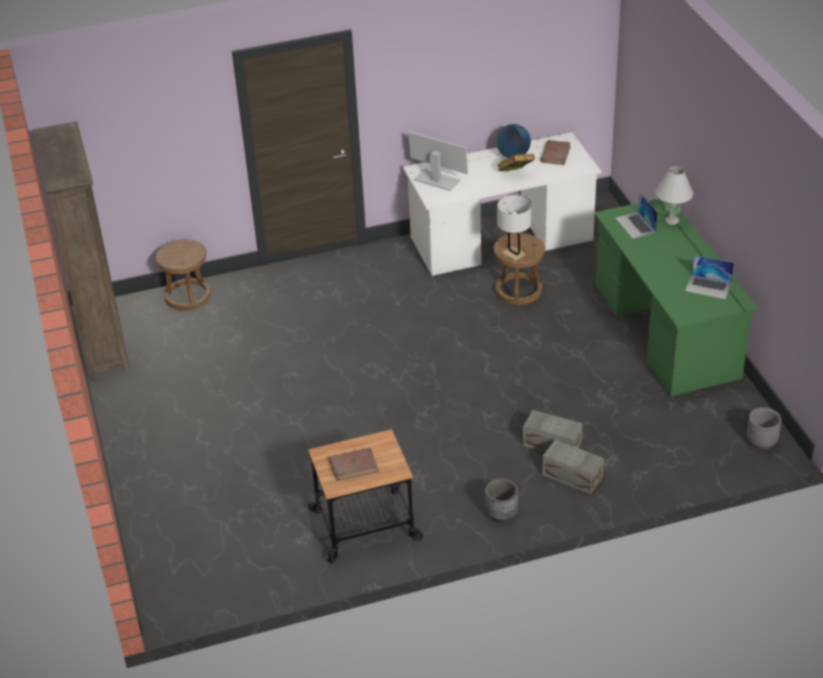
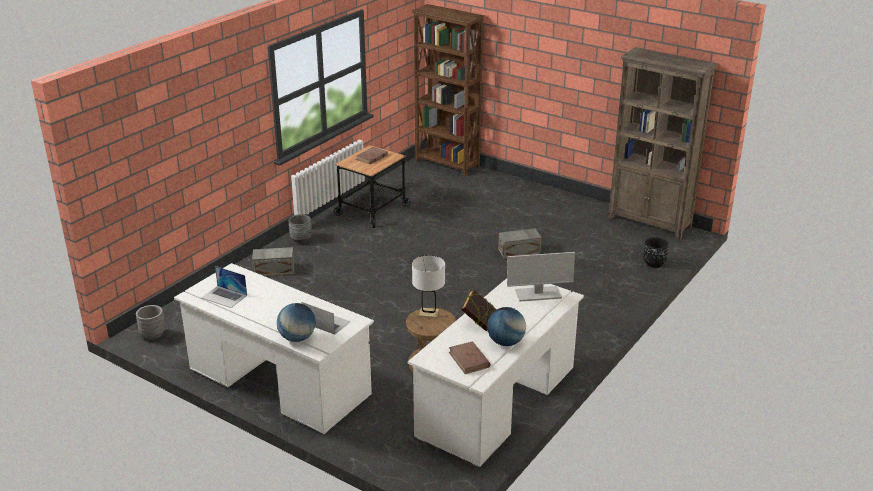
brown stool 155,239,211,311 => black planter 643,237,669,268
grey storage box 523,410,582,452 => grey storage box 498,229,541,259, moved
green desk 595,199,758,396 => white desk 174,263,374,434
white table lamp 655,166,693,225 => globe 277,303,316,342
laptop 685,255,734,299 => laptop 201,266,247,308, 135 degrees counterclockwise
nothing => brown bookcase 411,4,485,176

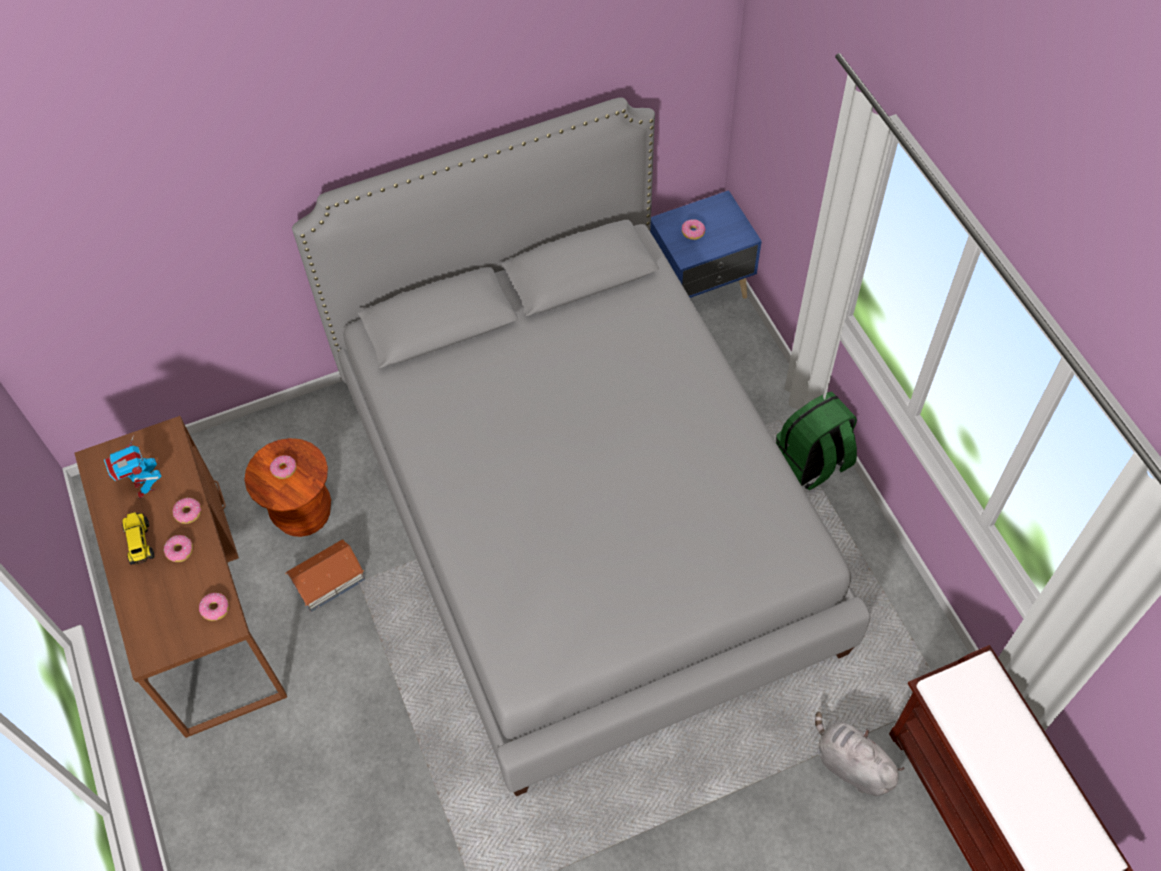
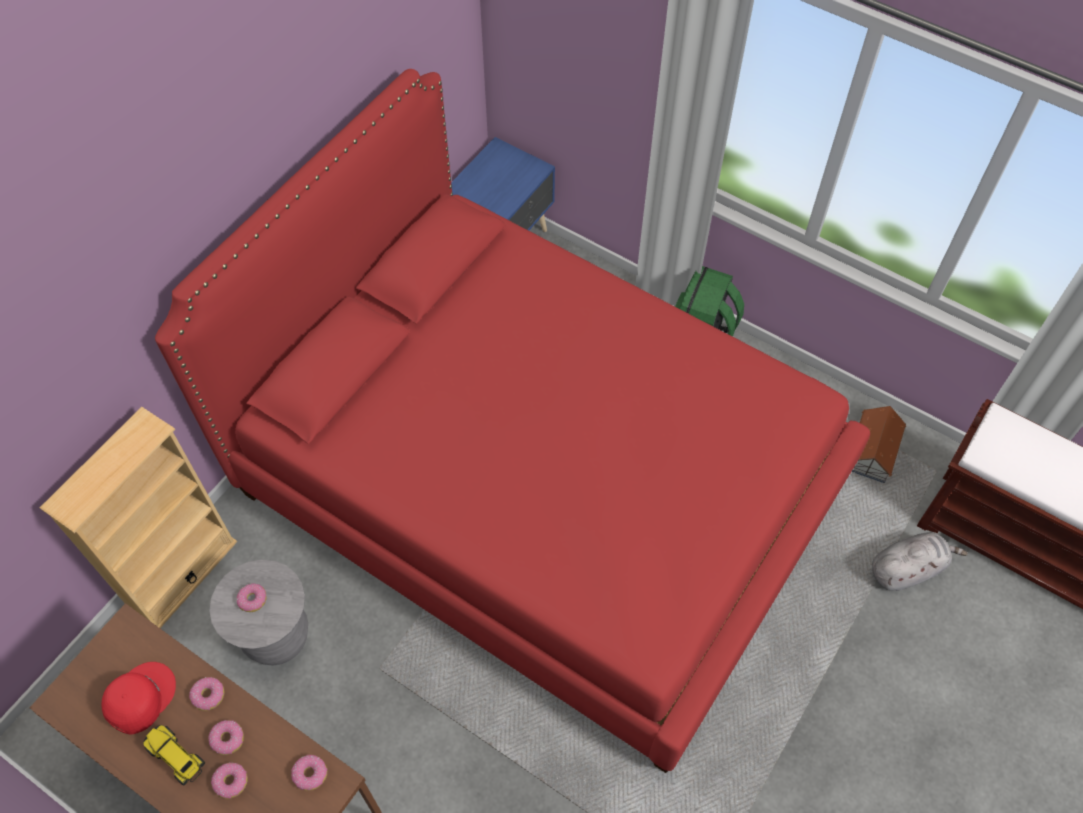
toy robot 104,435,161,498 => red cap 101,662,176,735
brown stool 245,438,331,537 => grey stool 209,559,308,666
toy house 285,539,365,612 => toy house 852,406,906,483, moved
grey bed 292,98,870,796 => red bed 155,69,870,773
donut 682,219,706,240 => donut 211,762,248,799, moved
grey plush toy 815,711,905,796 => grey plush toy 872,532,968,591, 150 degrees clockwise
nothing => beige bookcase 40,406,237,628

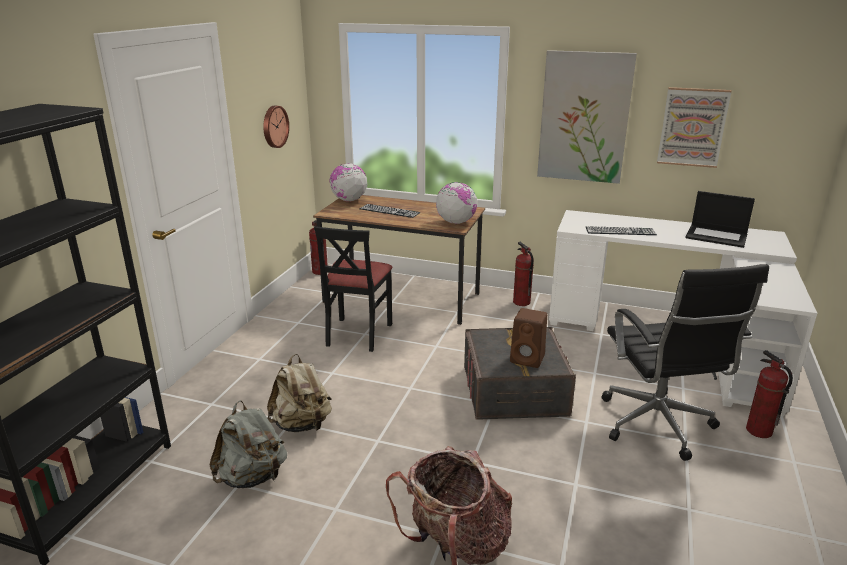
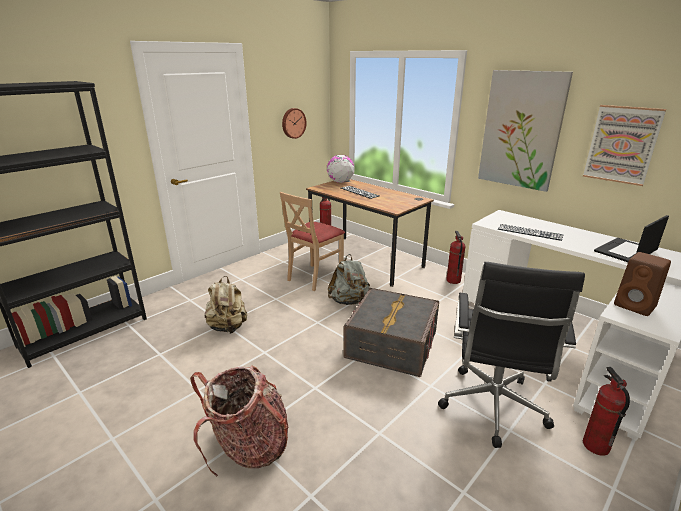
grey backpack 210,401,287,488 => grey backpack 328,254,370,305, moved
black chair 314,226,393,352 => beige chair 280,192,345,291
globe 436,182,477,224 => nothing
brown speaker 510,308,547,368 => brown speaker 614,252,671,316, moved
laptop 685,191,755,248 => laptop 594,215,669,262, 90 degrees clockwise

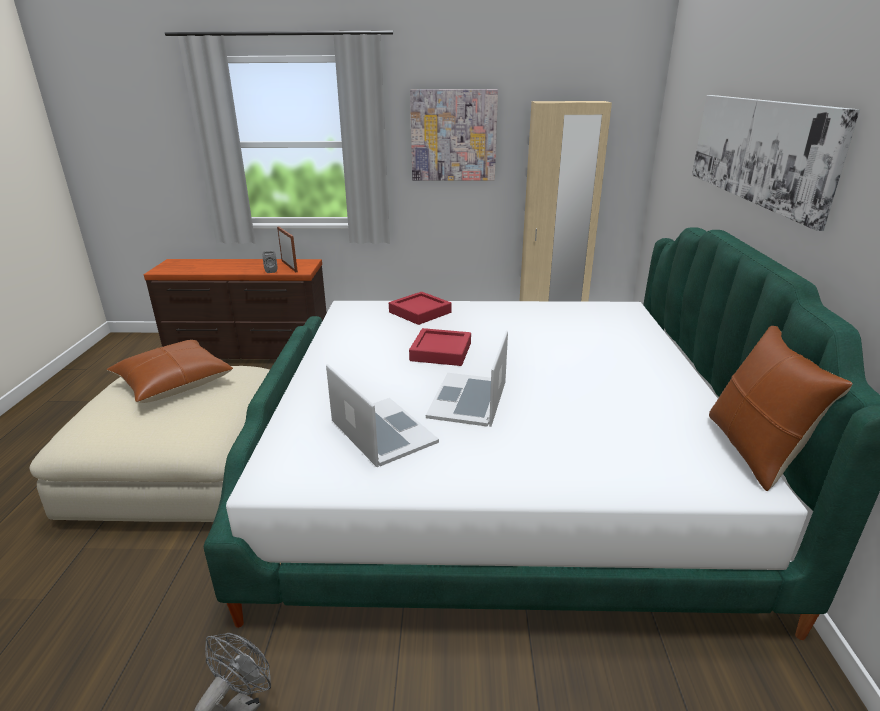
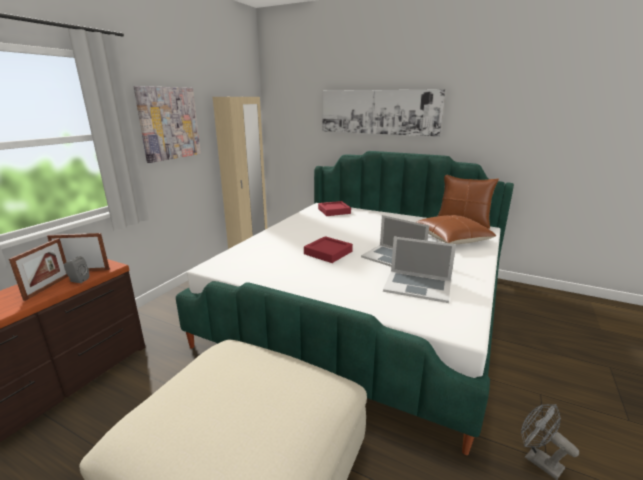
brown pillow 106,340,233,403 => brown pillow 416,215,496,245, moved
laptop 326,364,439,467 => laptop 383,237,456,303, 150 degrees counterclockwise
red tray 389,292,451,325 => red tray 318,201,351,216, moved
nothing => picture frame 9,238,68,301

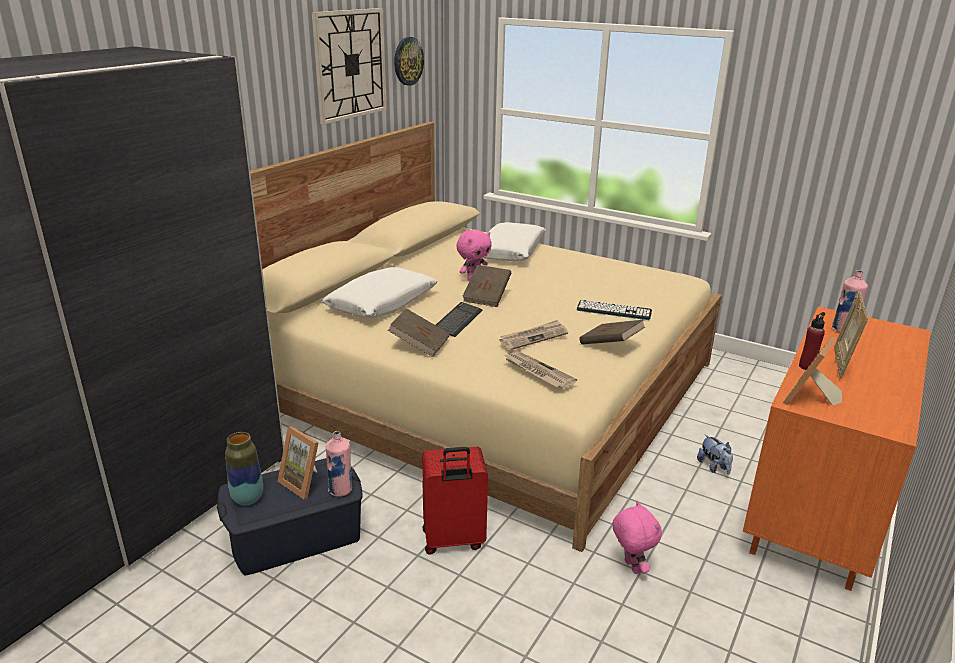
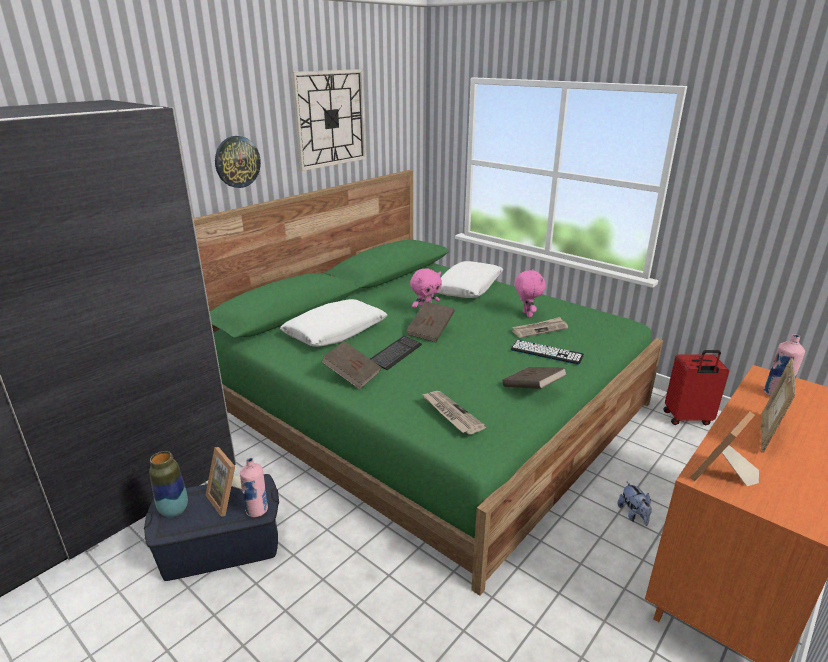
beige bed 250,122,722,552 => green bed 193,170,663,596
wall clock 394,37,424,86 => wall clock 215,136,261,188, moved
red suitcase 422,447,488,555 => red suitcase 663,350,729,425, moved
newspaper 500,320,568,350 => newspaper 512,317,568,338, moved
pink plush toy 612,501,662,574 => pink plush toy 515,269,546,317, moved
red bottle 799,312,825,370 => nothing

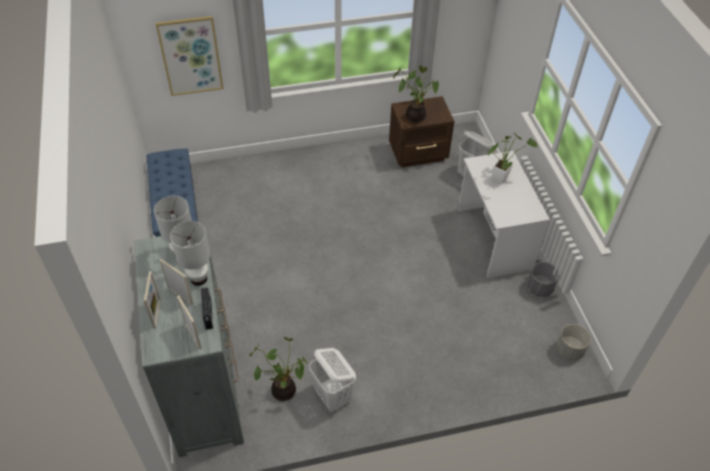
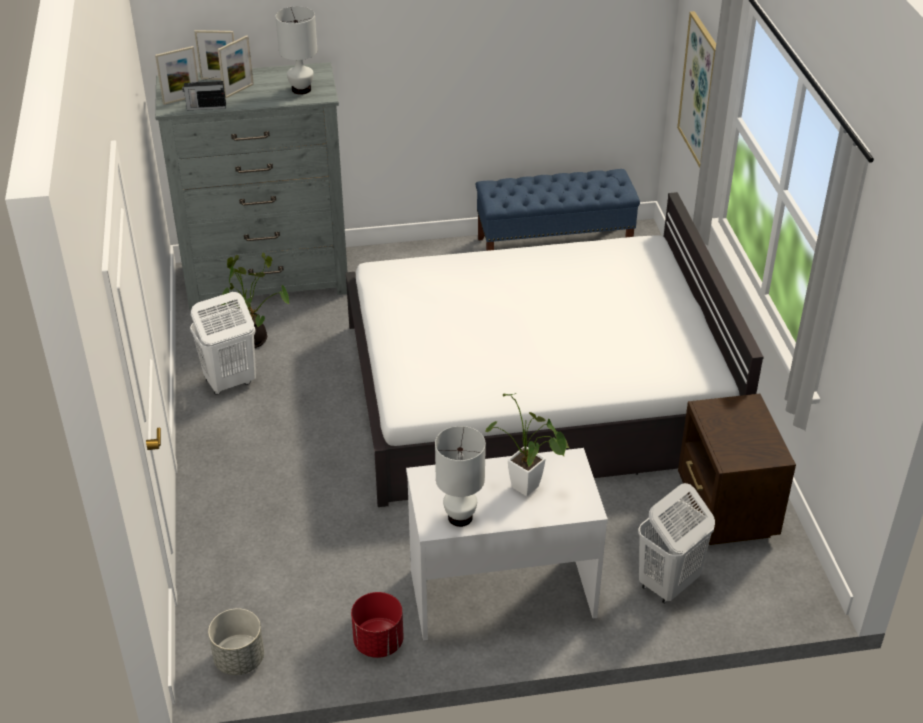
white table lamp 170,221,210,286 => white table lamp 435,426,486,527, moved
potted plant 393,66,439,123 => nothing
grey planter 527,262,559,297 => red planter 351,592,404,658
nothing => white bed 346,192,764,507

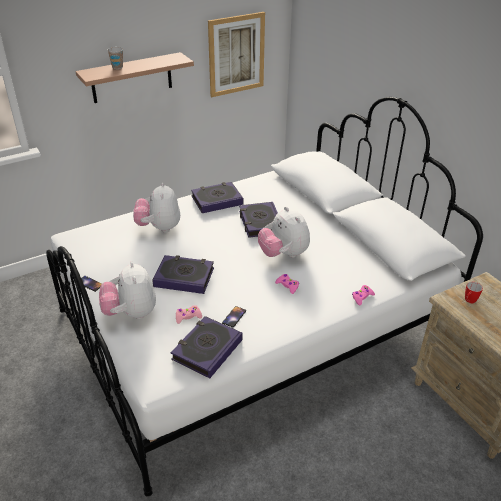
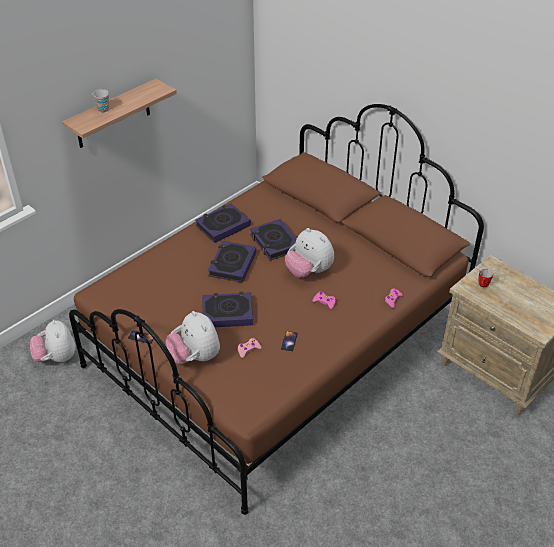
white bed 46,97,483,497 => brown bed 69,104,484,515
plush toy 133,183,180,233 => plush toy 30,319,75,362, moved
book 171,316,243,378 => book 208,241,256,283, moved
picture 208,12,265,97 => nothing

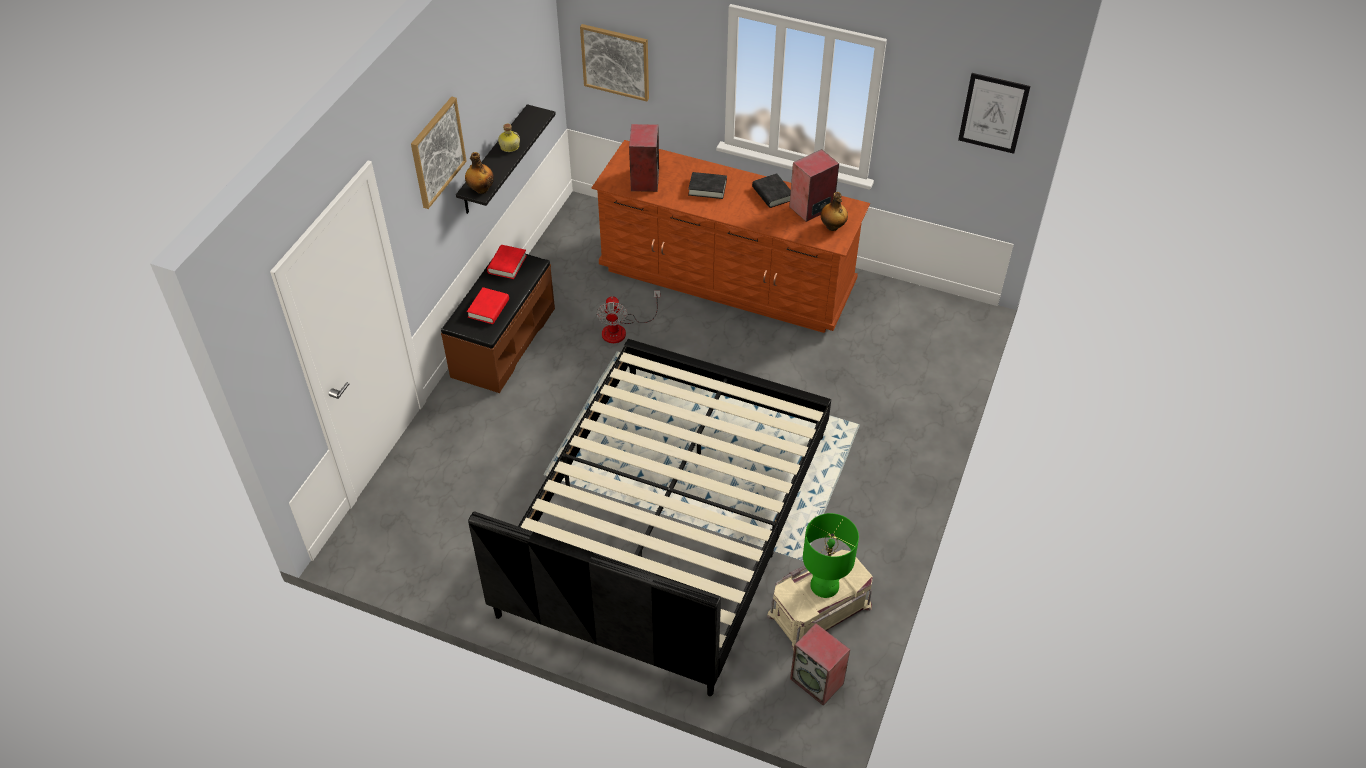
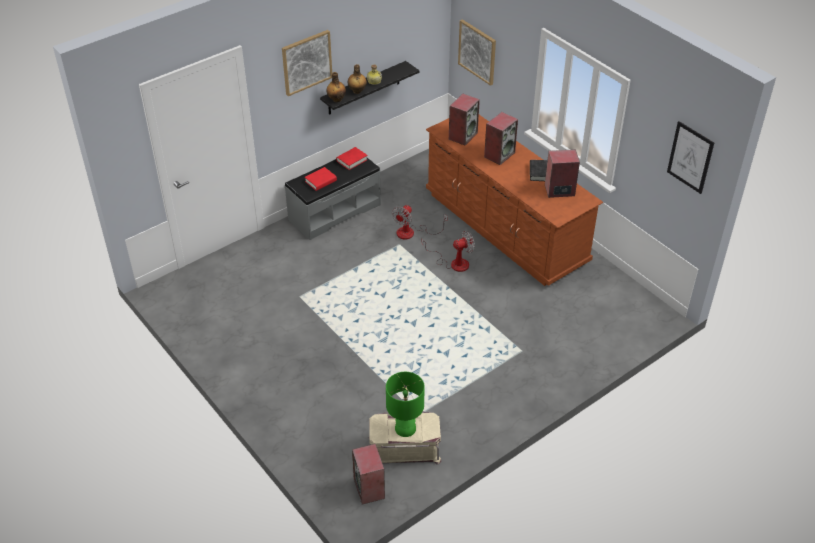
brown bench 441,254,555,393 => grey bench 285,158,381,240
black bed 468,339,831,696 => nothing
black book 688,172,727,199 => speaker 484,112,518,165
bottle 821,192,848,231 => bottle 348,64,367,94, moved
nothing => fan 421,231,475,272

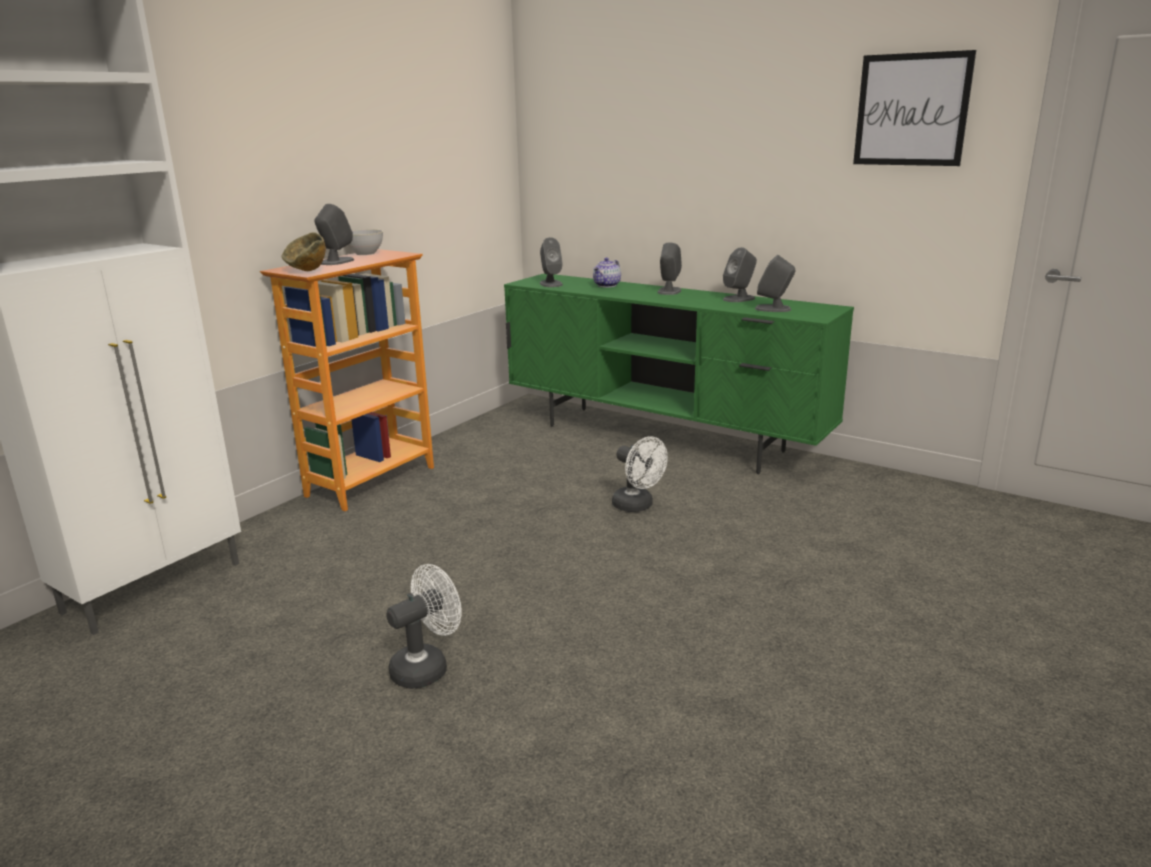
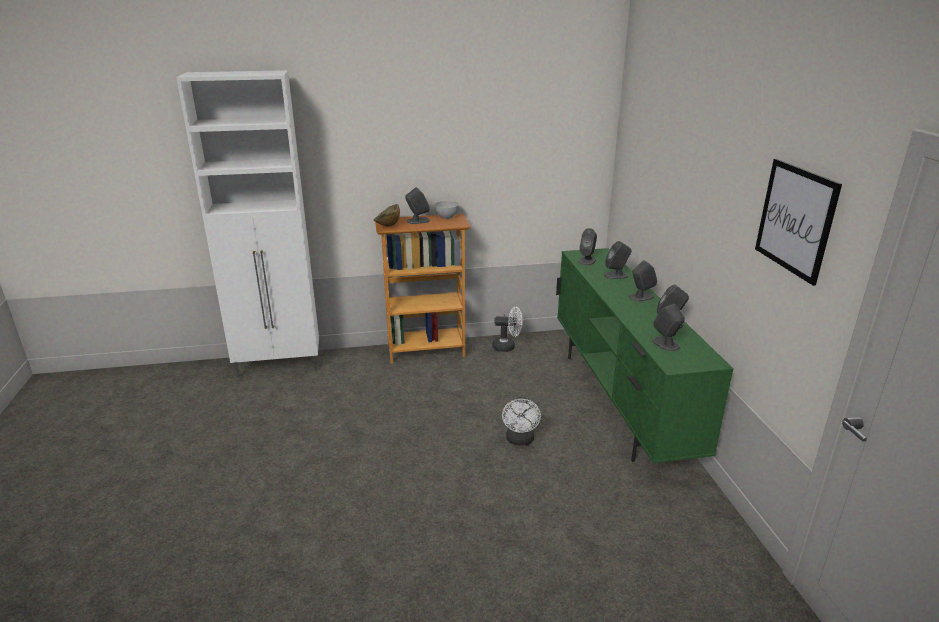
white fan 386,564,462,689 => white fan 492,307,523,352, moved
teapot 593,257,621,288 => grey speaker 604,241,632,279

